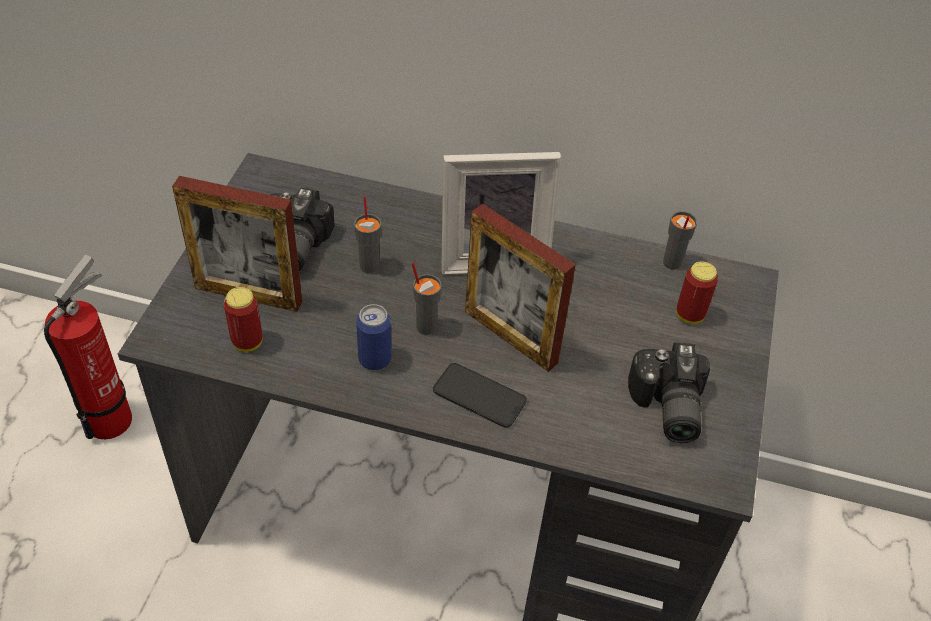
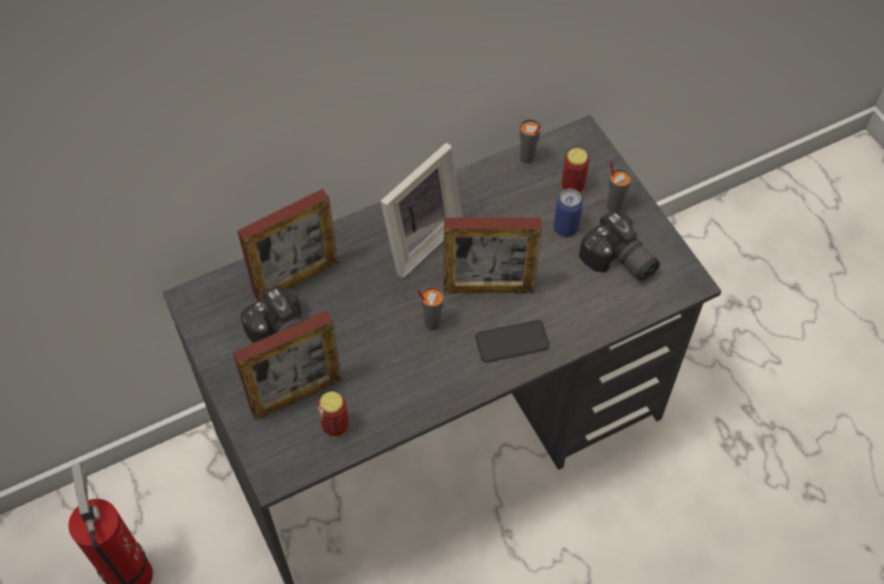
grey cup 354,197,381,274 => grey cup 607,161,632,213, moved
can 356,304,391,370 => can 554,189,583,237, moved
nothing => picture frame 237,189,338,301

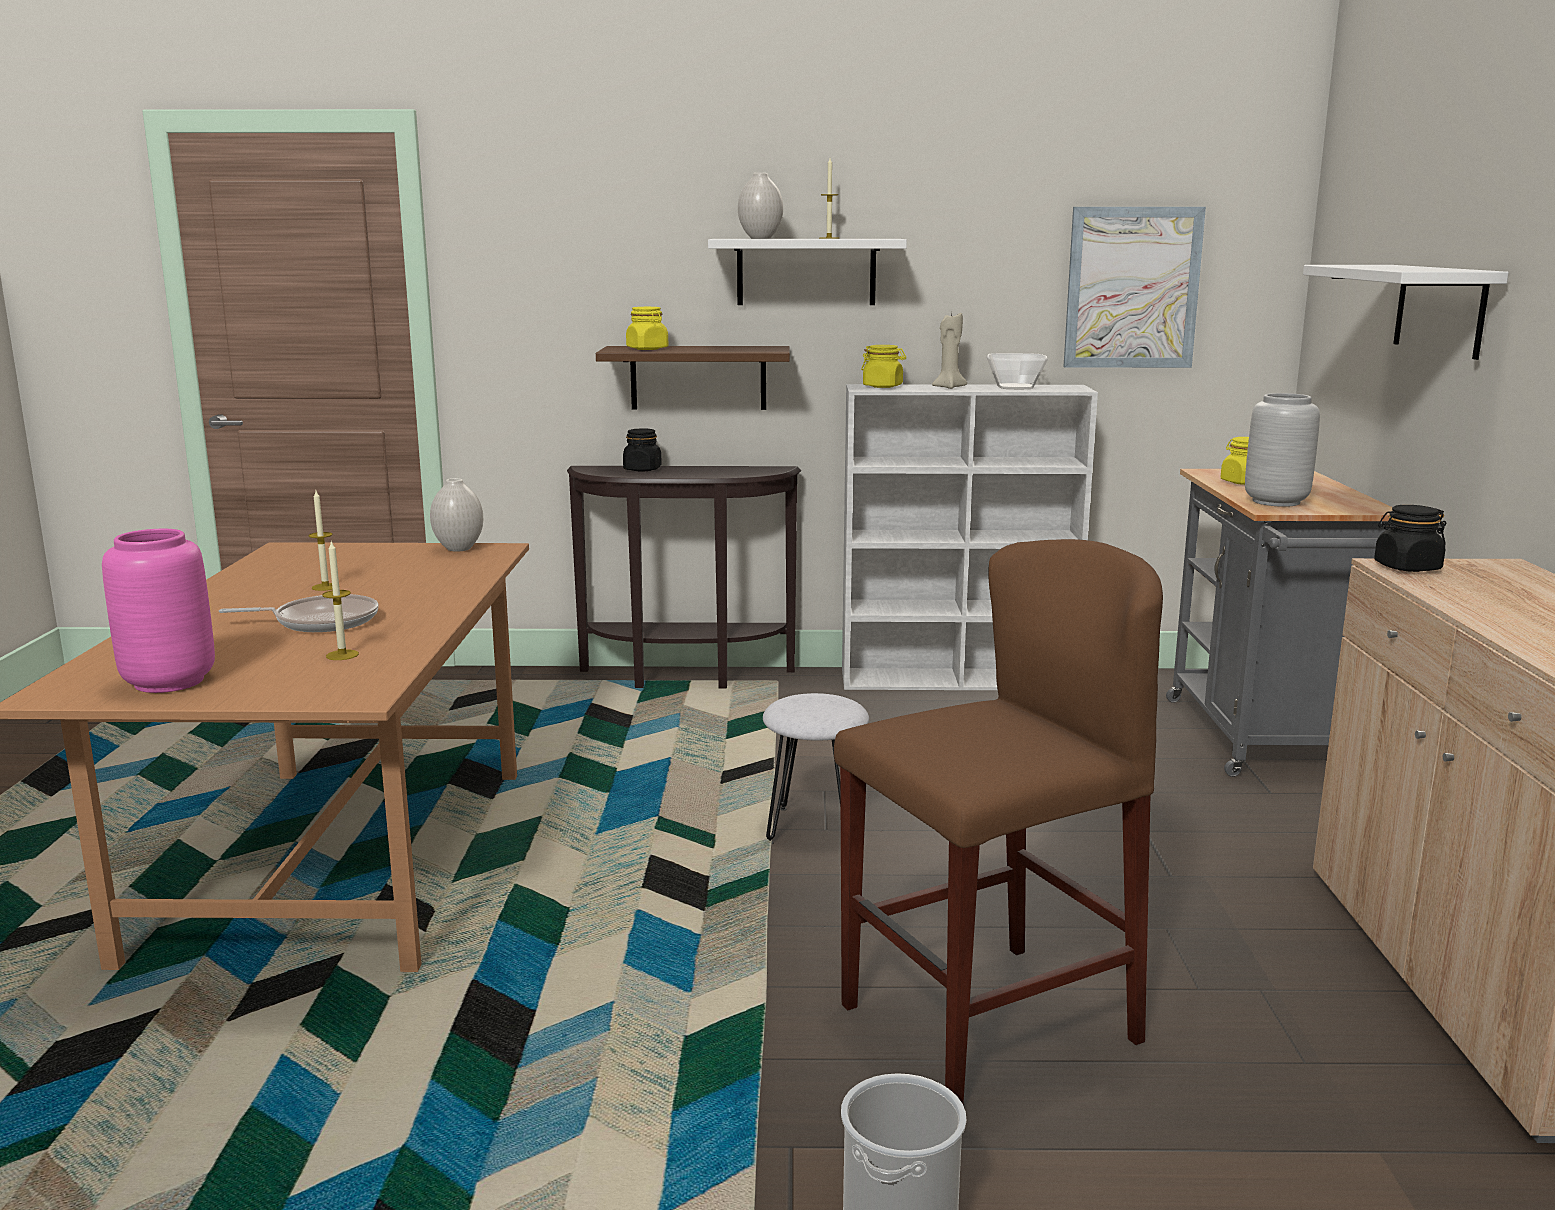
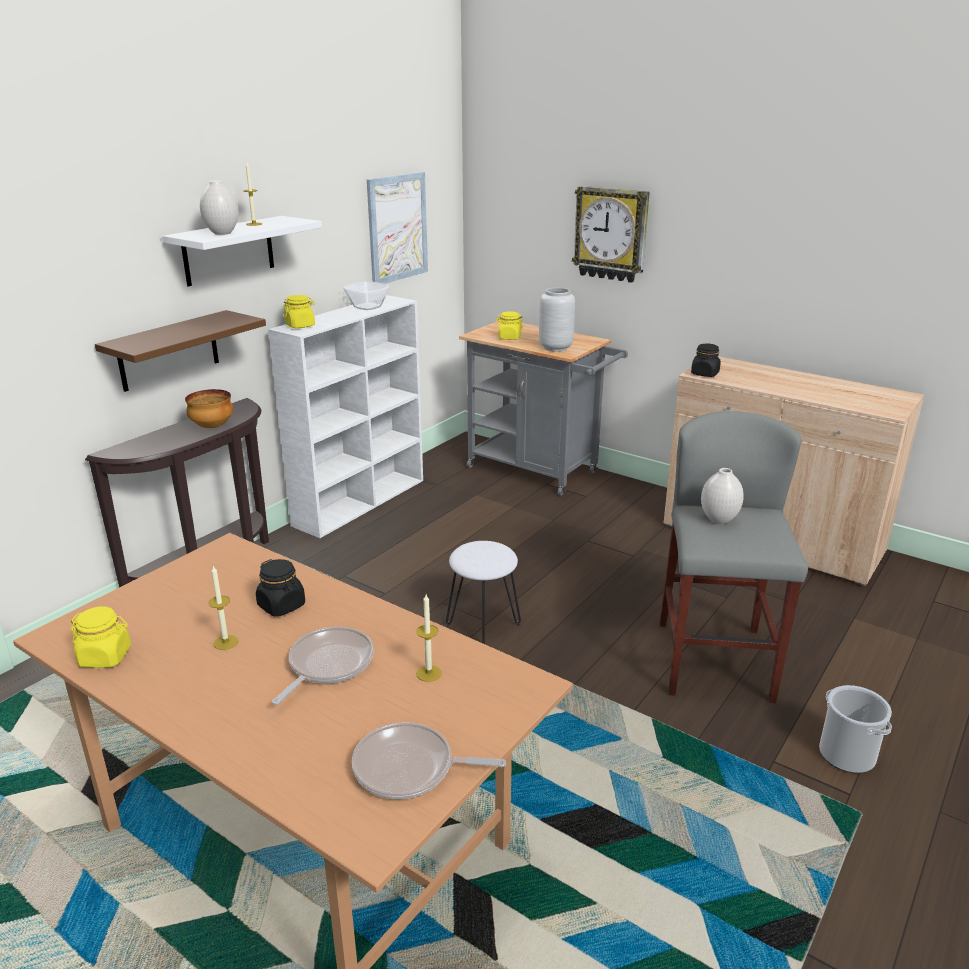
pink vase 102,529,215,693 => frying pan 352,722,506,799
white vase 430,478,483,552 => white vase 701,468,744,524, moved
black jar 623,428,662,472 => black jar 256,559,305,617, moved
yellow jar 626,307,668,350 => yellow jar 70,607,131,668, moved
brown stool 834,539,1163,1104 => grey stool 660,411,808,703
beige candle 932,311,967,389 => nothing
white shelf 1303,265,1509,360 => wall clock 572,186,650,283
nothing => bowl 185,389,233,428

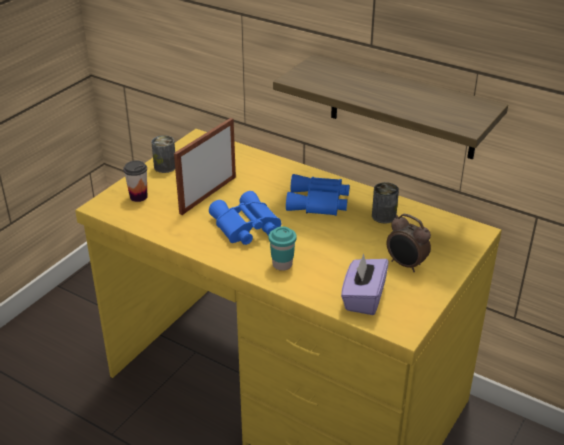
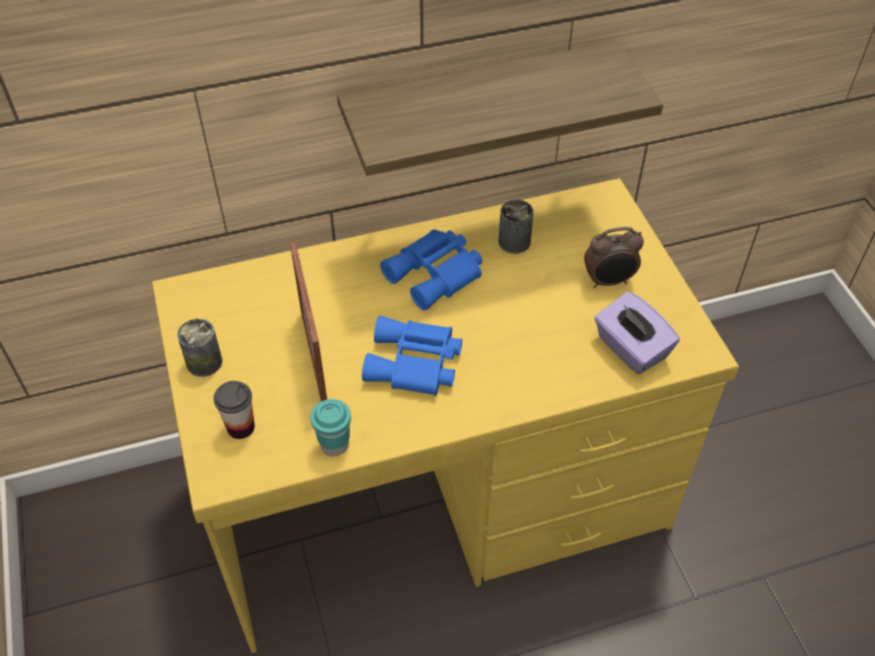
turquoise cup 269,227,296,271 => turquoise cup 310,399,351,456, moved

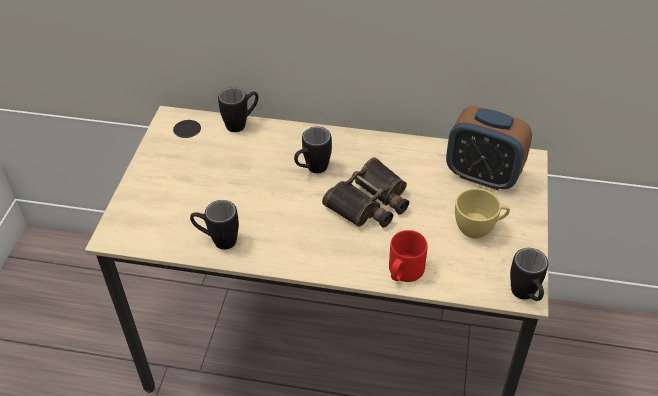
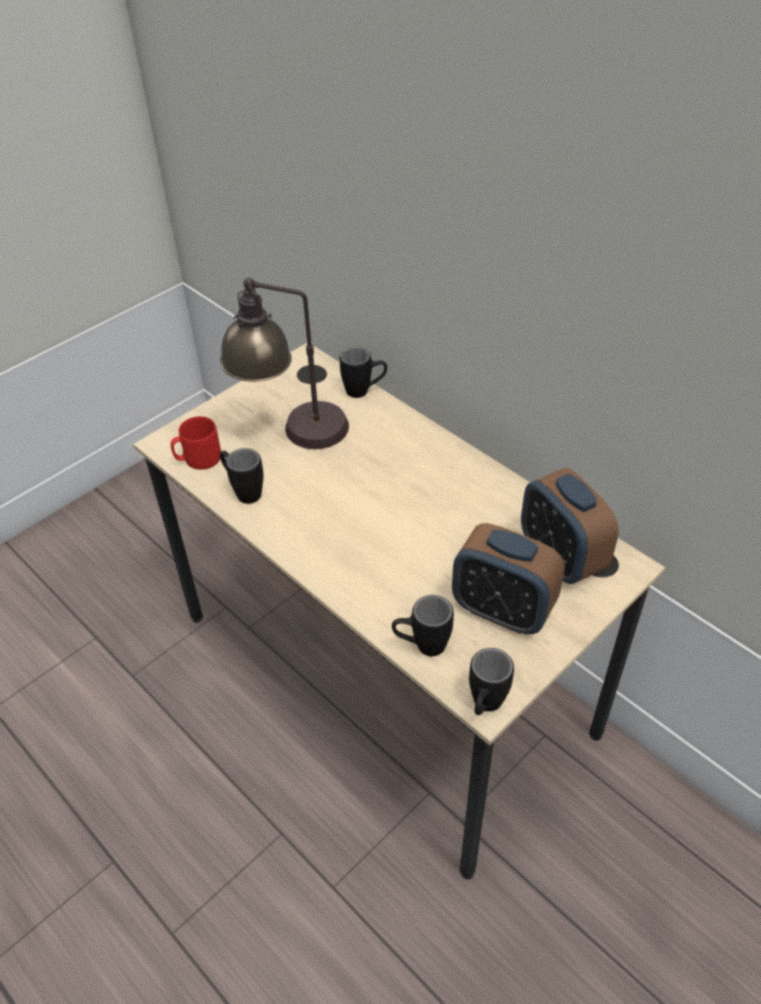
black mug 294,127,332,173 => black mug 392,595,454,656, moved
binoculars 322,157,409,228 => nothing
red mug 389,230,428,282 => red mug 171,416,221,470, moved
yellow cup 455,188,510,239 => alarm clock 452,523,565,634
nothing => table lamp 220,278,349,449

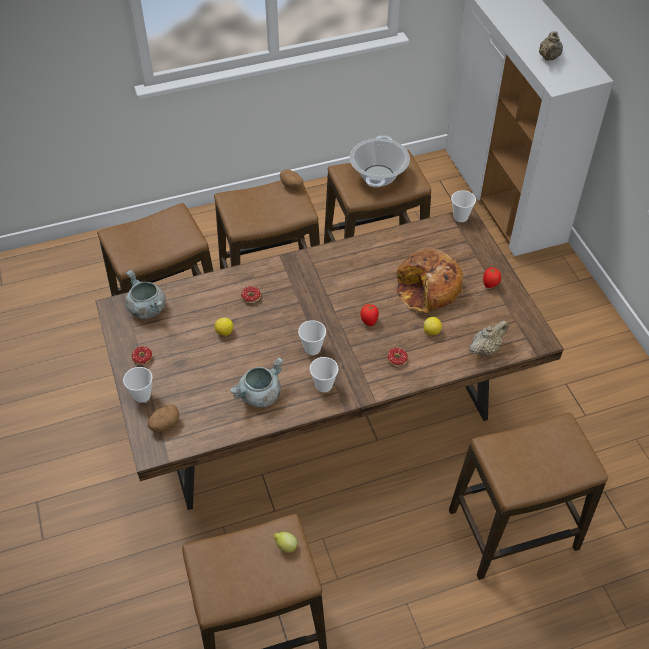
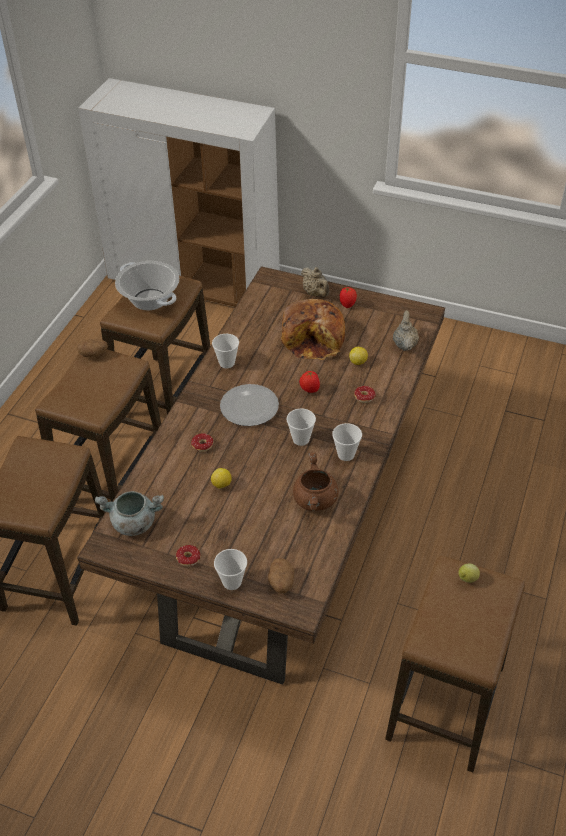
grey cooking pot 229,357,284,407 => brown cooking pot 293,453,339,511
stool 449,413,608,580 => nothing
cup 451,190,476,222 => cup 212,334,239,368, moved
beige teapot 539,31,563,61 => beige teapot 301,267,329,297, moved
nothing => plate 220,384,279,426

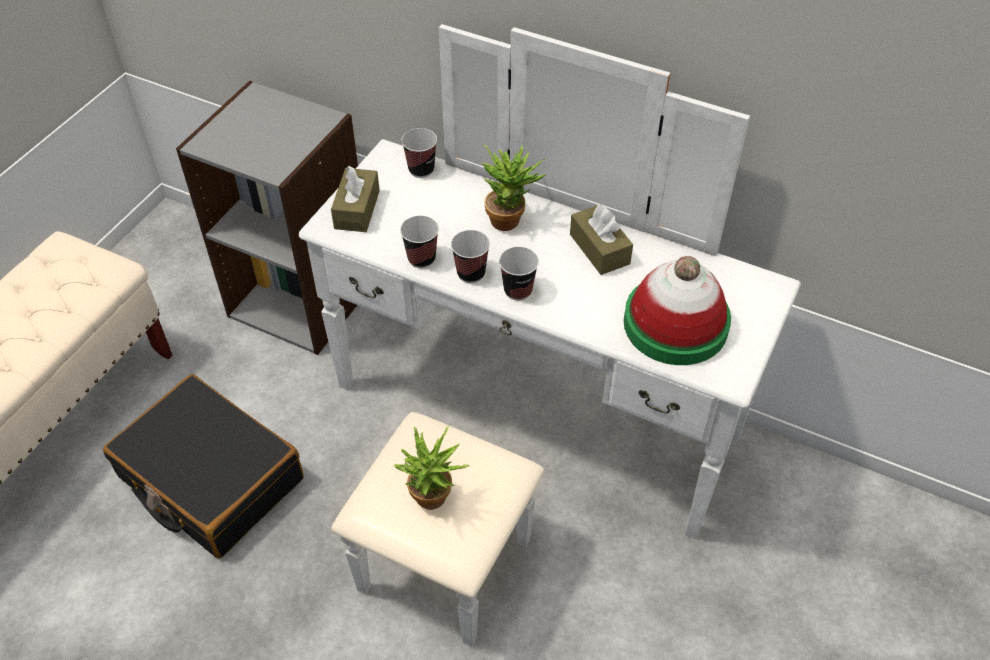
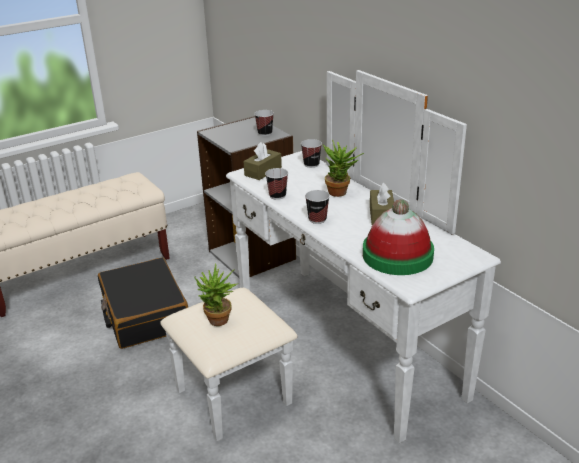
cup 451,230,490,283 => cup 254,110,274,136, moved

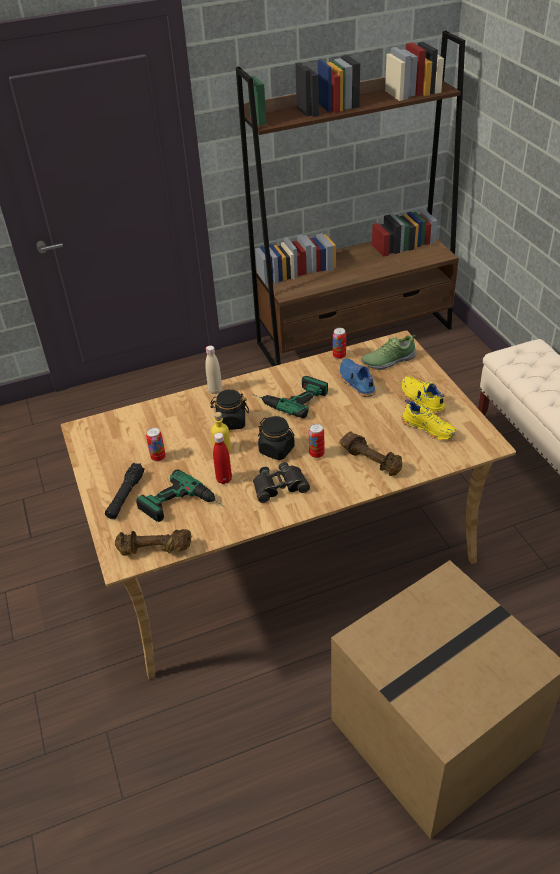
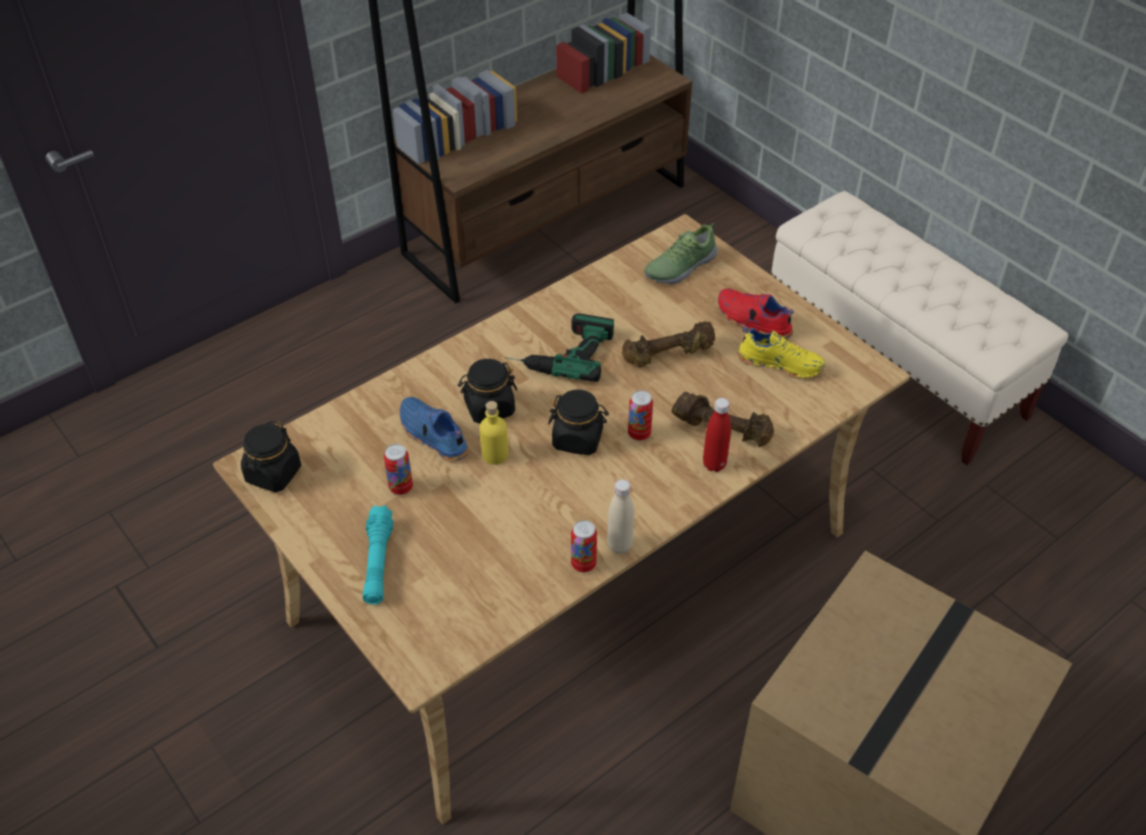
black flashlight 105,463,145,519 => turquoise flashlight 363,505,393,604
brown dumbbell 115,529,192,556 => brown dumbbell 622,321,715,368, moved
power drill 136,469,224,522 => nothing
beige bottle 205,346,222,394 => beige bottle 607,479,634,554, moved
red bottle 213,433,232,484 => red bottle 703,398,731,472, moved
black binoculars 253,462,310,503 => nothing
can 333,328,346,359 => can 571,520,597,573, moved
blue shoe 340,359,376,397 => blue shoe 400,397,469,462, moved
yellow shoe 402,376,446,414 => red shoe 718,288,794,339
nothing => black jar 241,421,301,492

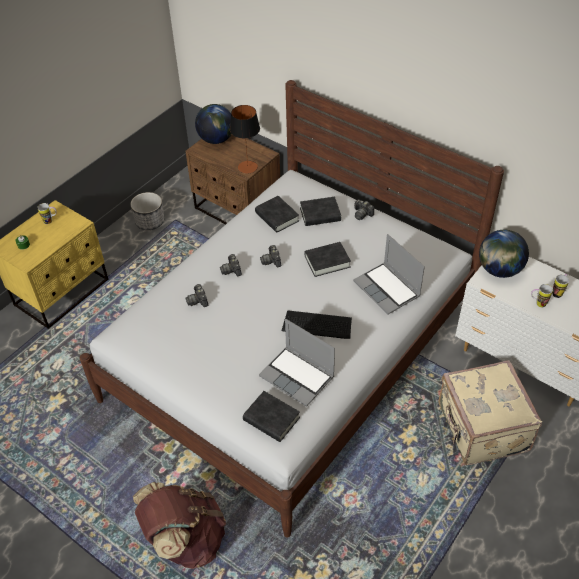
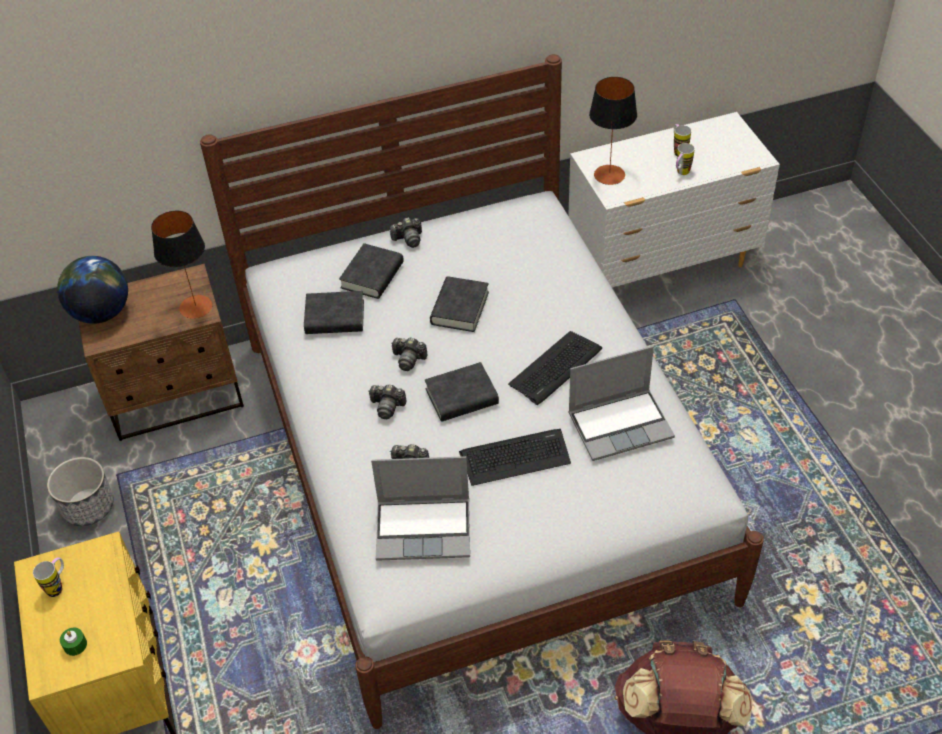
black book 243,391,300,442 => black book 425,362,499,422, moved
laptop 353,234,425,314 => laptop 371,456,470,561, moved
beige suitcase 438,360,542,465 => nothing
globe 479,230,529,278 => table lamp 589,77,637,185
nothing => keyboard 459,429,571,486

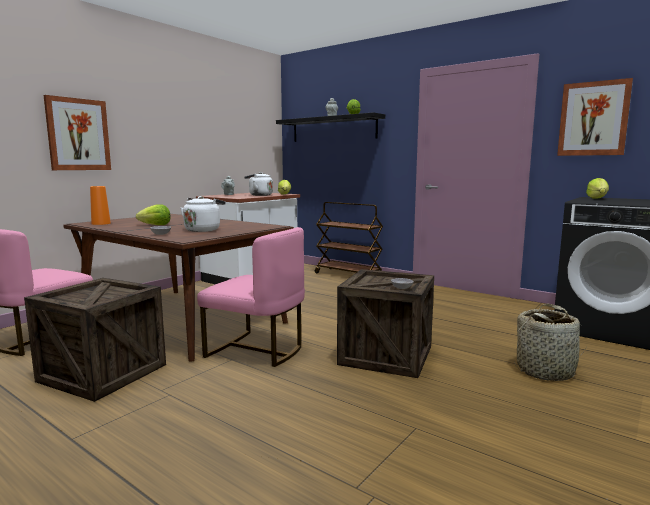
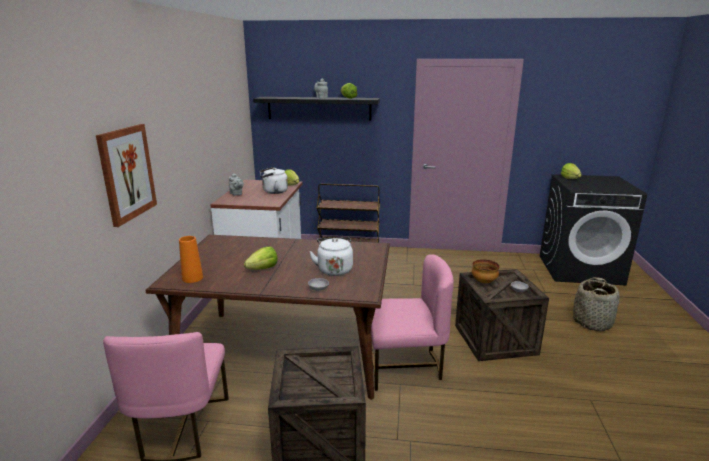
picture 557,78,633,156 => nothing
nothing => bowl 472,260,499,283

